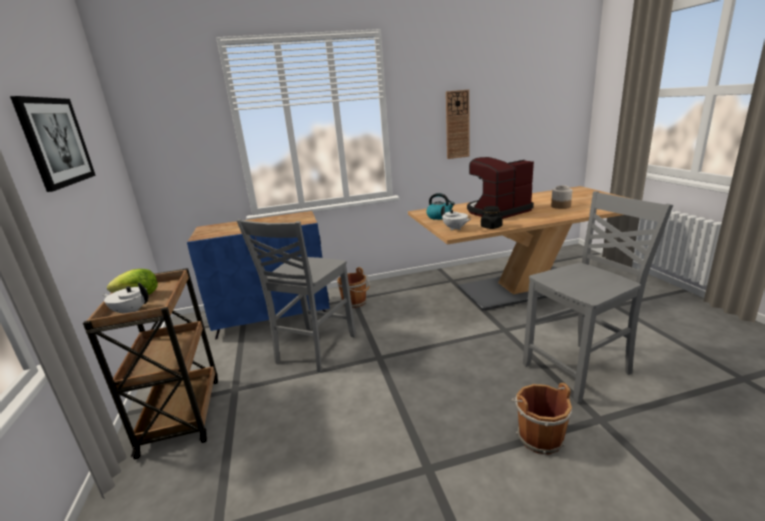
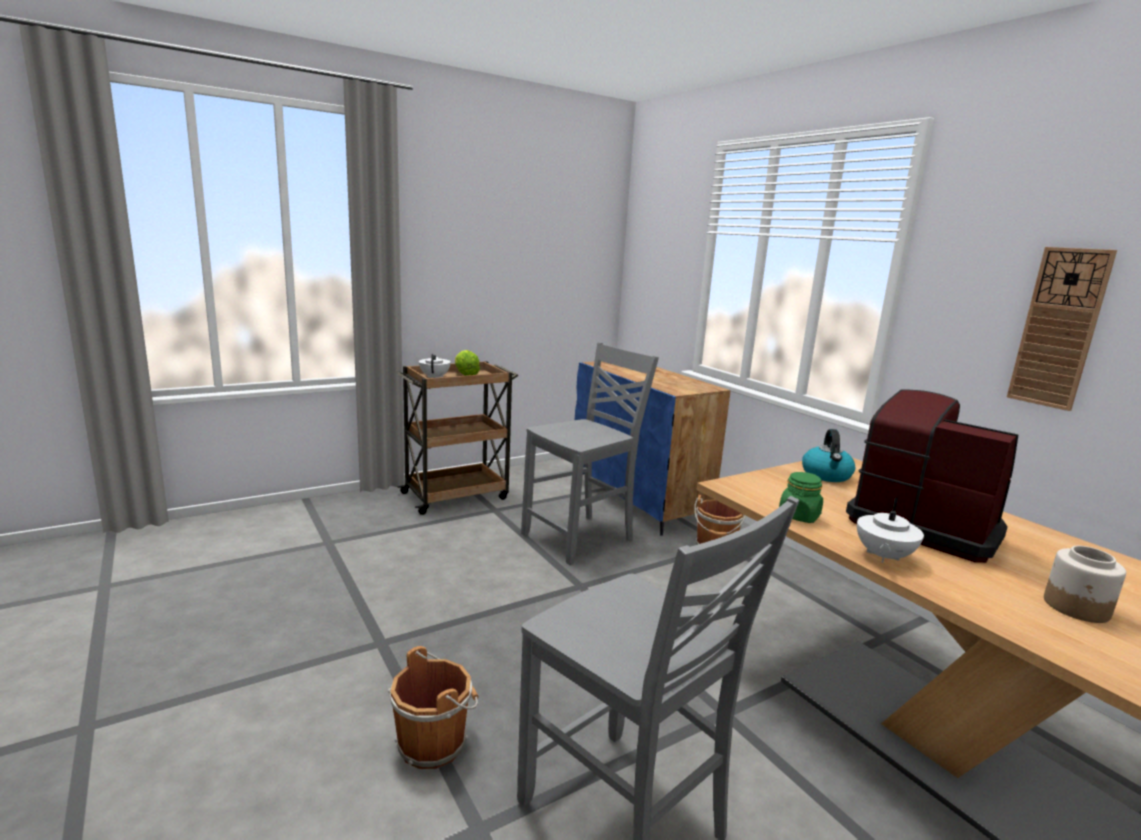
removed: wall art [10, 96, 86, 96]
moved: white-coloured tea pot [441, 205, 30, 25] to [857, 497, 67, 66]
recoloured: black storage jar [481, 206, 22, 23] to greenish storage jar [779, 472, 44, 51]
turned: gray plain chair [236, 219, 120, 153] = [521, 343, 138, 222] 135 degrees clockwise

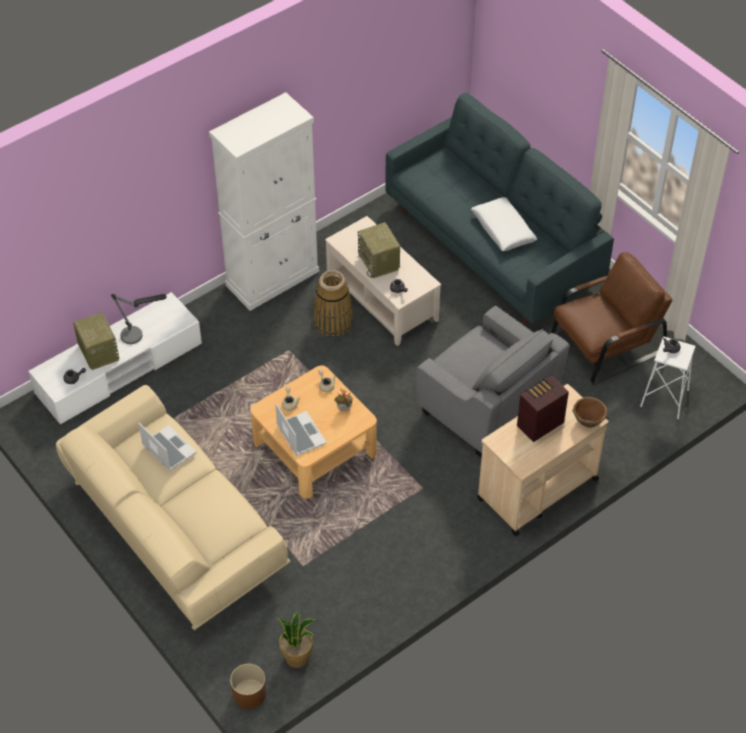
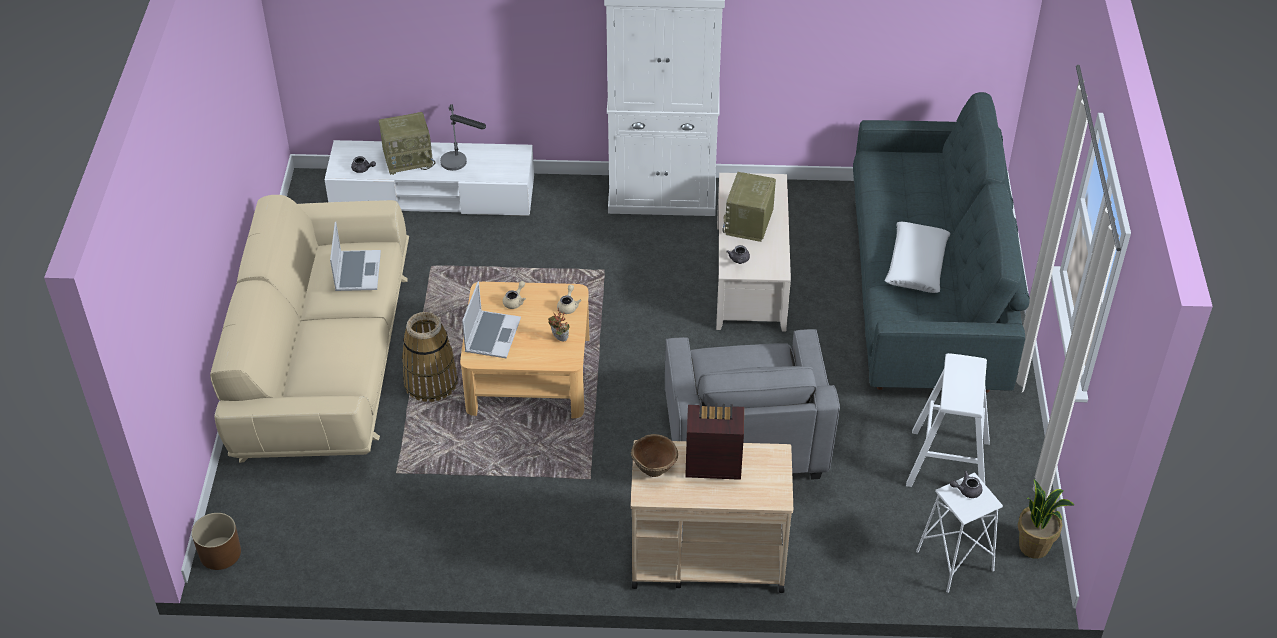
moved: basket [313, 270, 40, 67] to [402, 312, 56, 90]; brown-coloured bowl [572, 397, 35, 31] to [631, 434, 47, 43]; potted plant [277, 612, 39, 56] to [1018, 479, 56, 80]
replaced: brown-coloured easy chair [551, 252, 121, 132] to white-coloured sitting stool [906, 353, 84, 134]
turned: radio receiver [73, 312, 46, 58] = [379, 112, 56, 63] 60 degrees clockwise

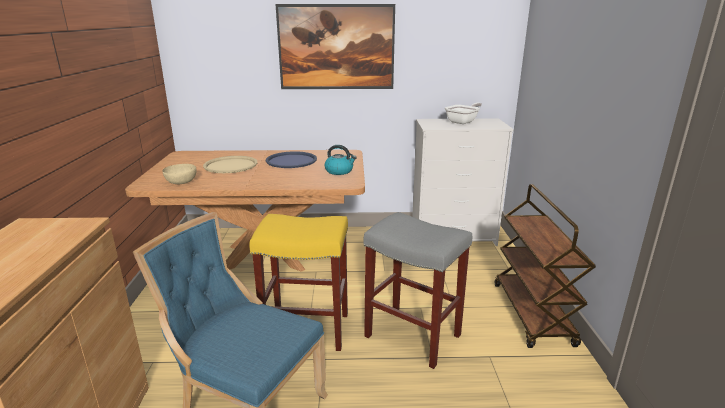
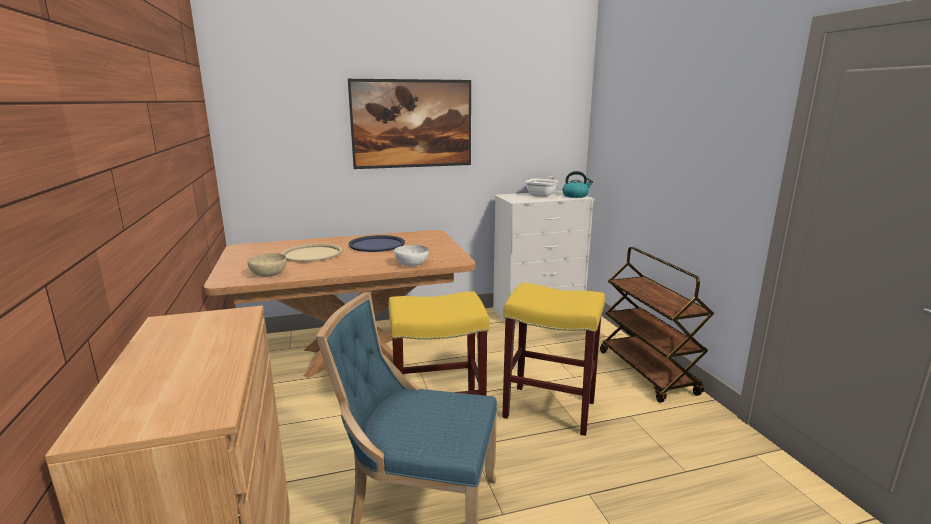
added: white-coloured bowl [394, 245, 35, 21]
moved: kettle [325, 145, 32, 30] to [562, 171, 31, 27]
recoloured: gray sitting stool [364, 212, 108, 157] to yellow-coloured sitting stool [502, 283, 103, 153]

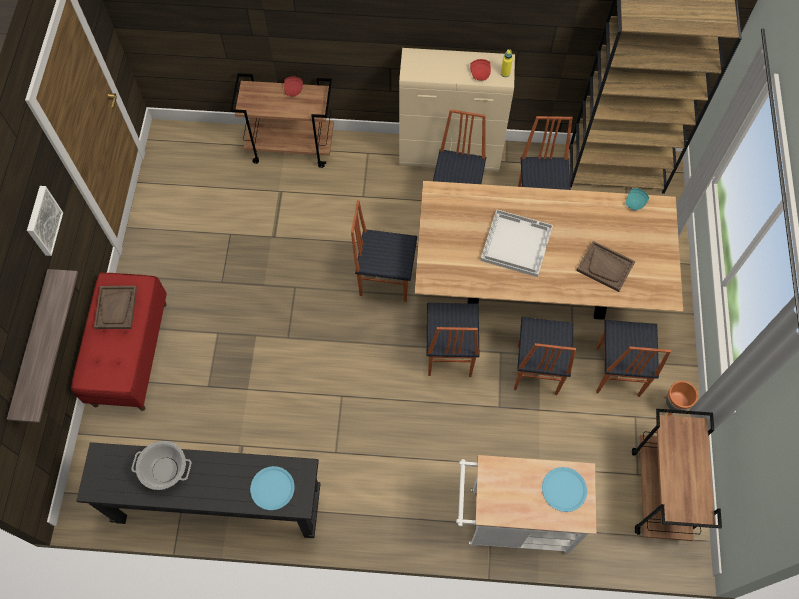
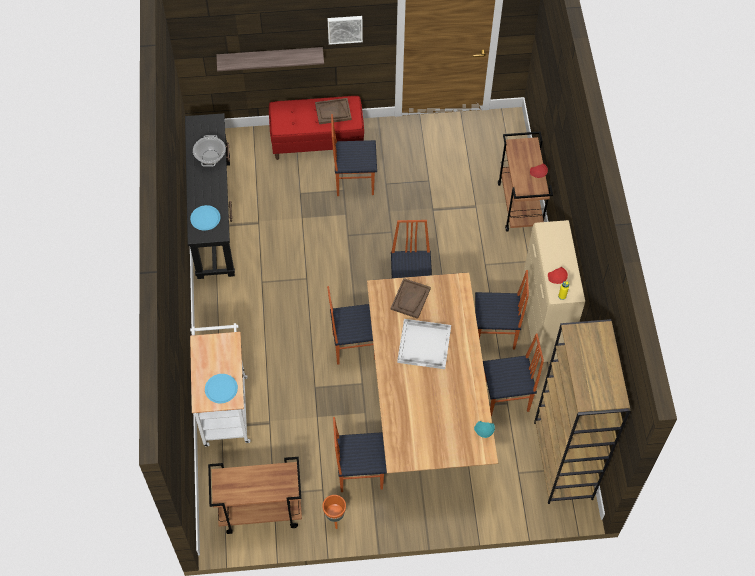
moved: plain chair [514, 317, 62, 78] to [331, 114, 46, 82]; brown-coloured tray [576, 241, 59, 51] to [391, 278, 40, 41]

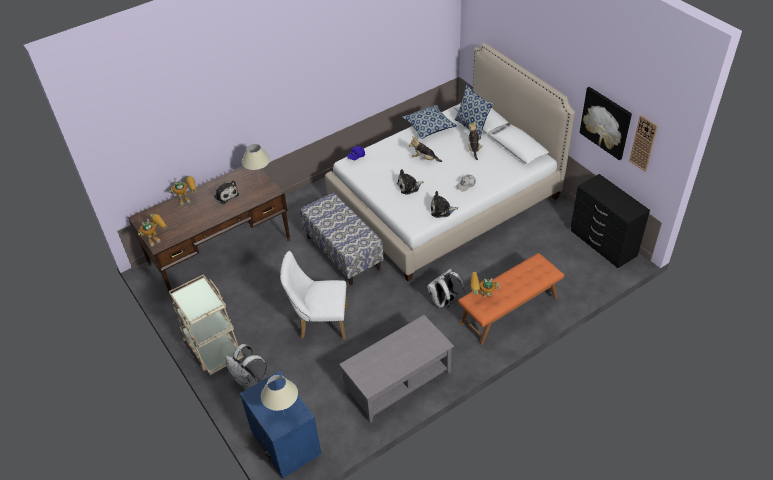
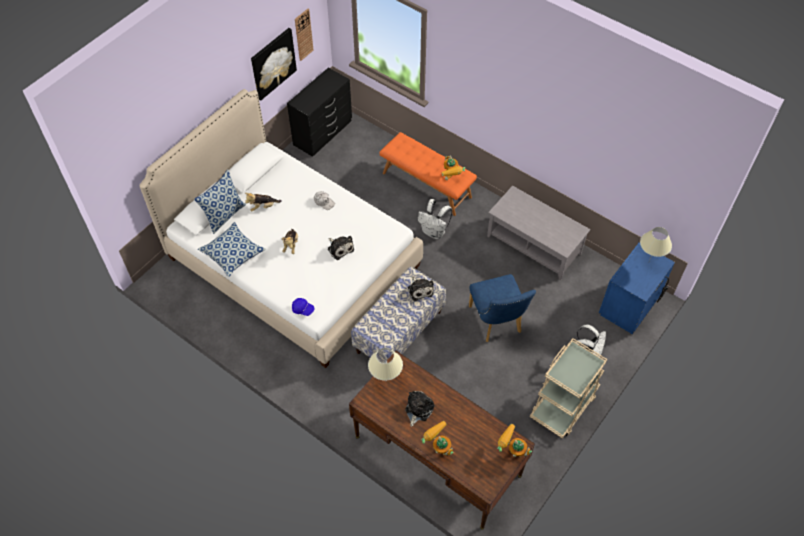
moved: cuddly toy [431, 191, 27, 27] to [408, 277, 26, 24]
recoloured: white-coloured plain chair [280, 251, 68, 89] to blue plain chair [469, 274, 67, 68]

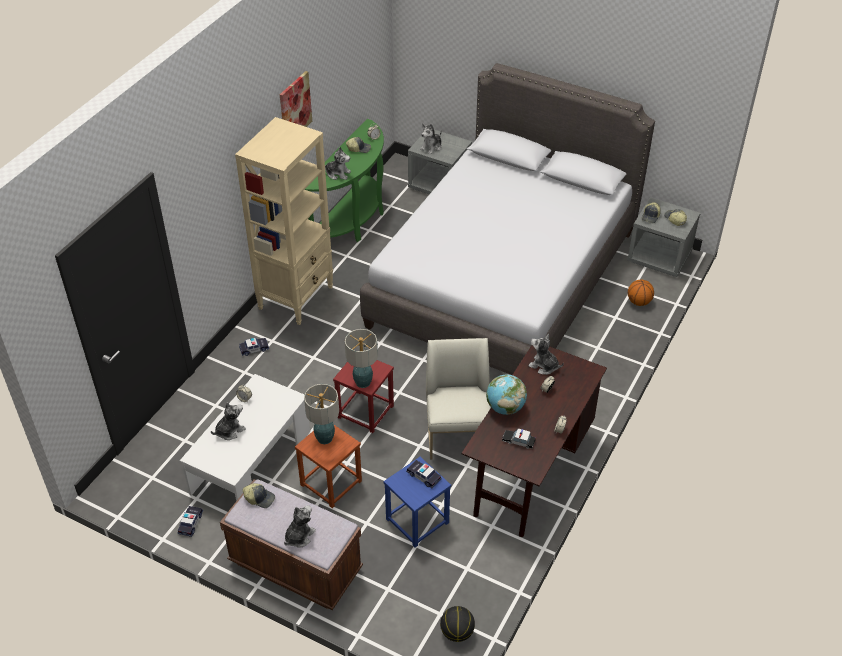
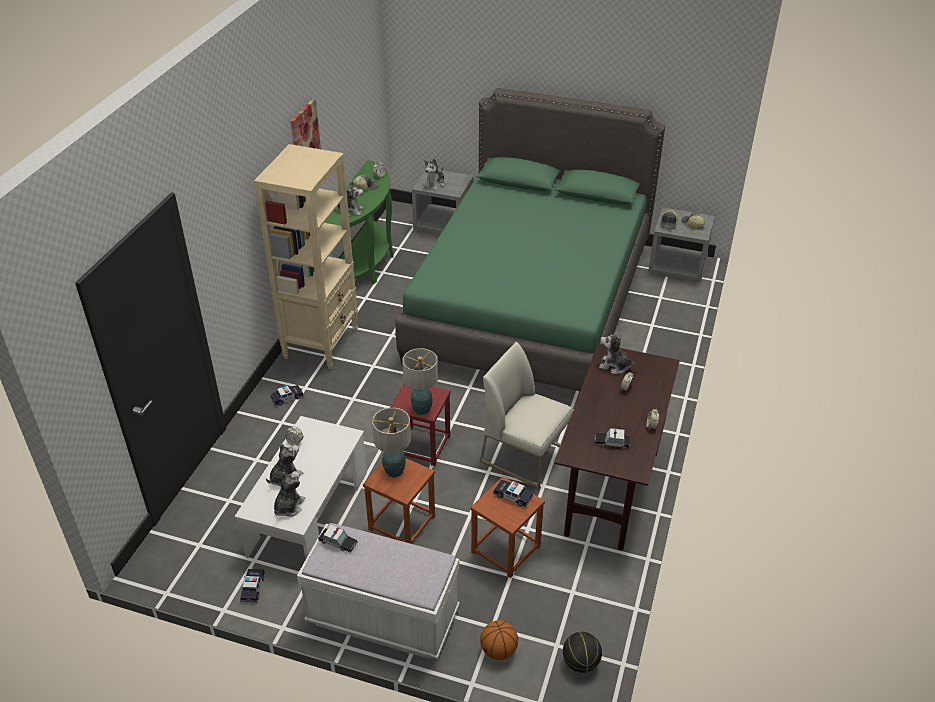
removed: desk globe [486, 374, 41, 41]
moved: cuddly toy [284, 505, 32, 43] to [274, 471, 31, 46]; basketball [628, 280, 26, 26] to [480, 620, 38, 40]
replaced: cap [243, 483, 32, 25] to model car [318, 525, 40, 28]
recoloured: brown-coloured indoor bench [220, 479, 143, 131] to white-coloured indoor bench [297, 523, 163, 136]; gray bed [360, 63, 295, 312] to greenish bed [395, 88, 270, 303]; blue sitting stool [384, 457, 67, 90] to brown-coloured sitting stool [470, 476, 75, 102]
turned: white-coloured plain chair [426, 338, 65, 122] = [480, 342, 93, 147] 45 degrees counterclockwise

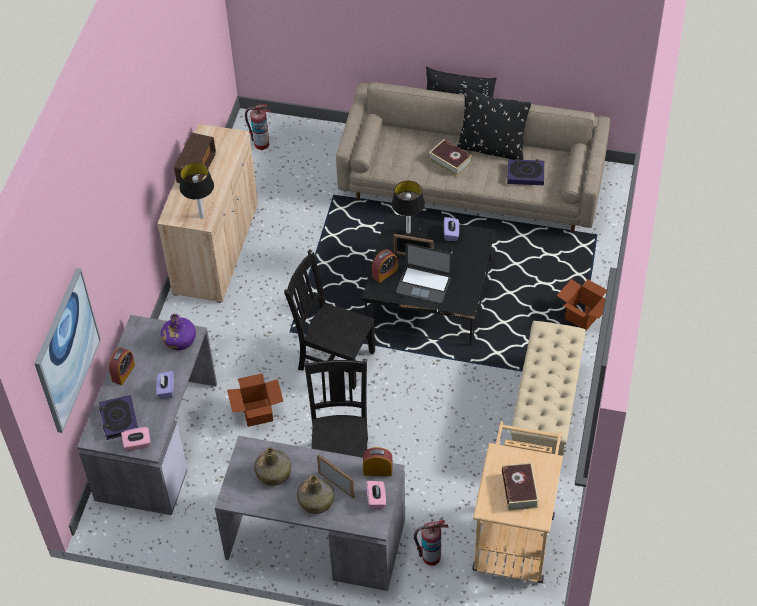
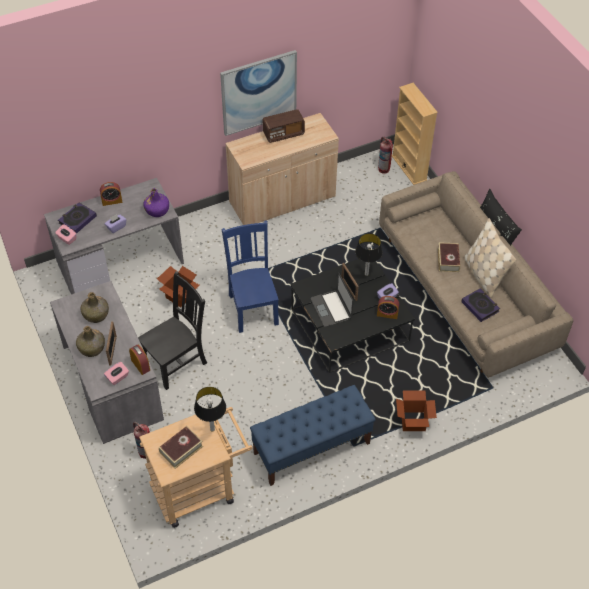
added: sand-coloured bookshelf [392, 83, 46, 102]
moved: table lamp [180, 162, 34, 56] to [194, 387, 32, 44]; wall art [34, 268, 67, 165] to [220, 50, 77, 86]; bedside clock [372, 249, 26, 34] to [377, 296, 22, 23]
recoloured: black plain chair [284, 249, 91, 141] to blue plain chair [222, 221, 57, 112]; sand-coloured indoor bench [511, 321, 75, 135] to blue indoor bench [250, 385, 126, 101]; black throw pillow [457, 89, 74, 71] to sand-coloured throw pillow [464, 218, 52, 80]

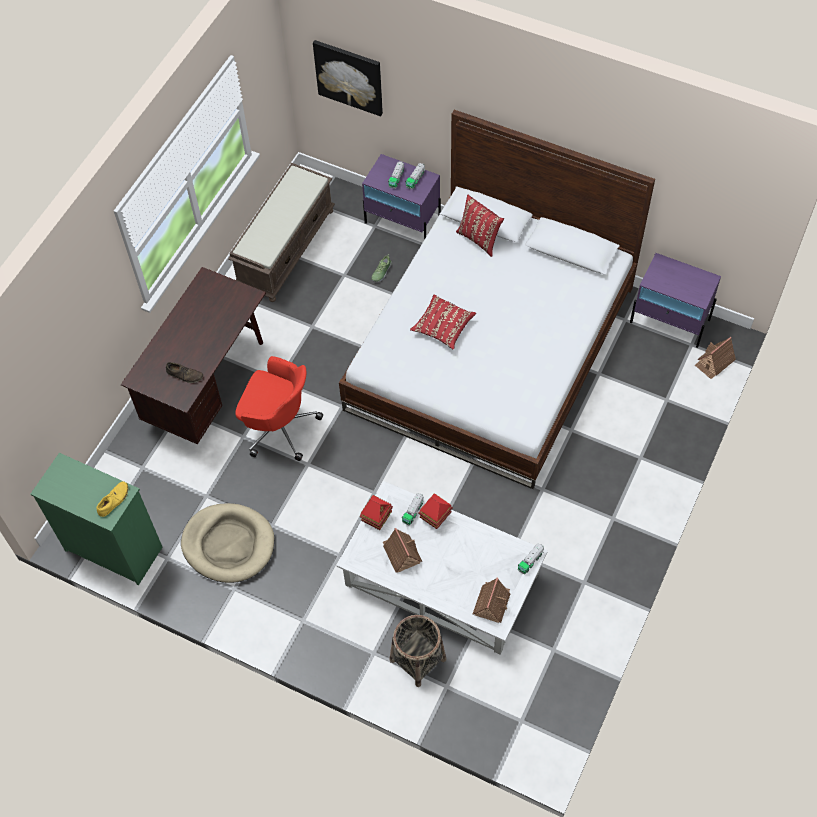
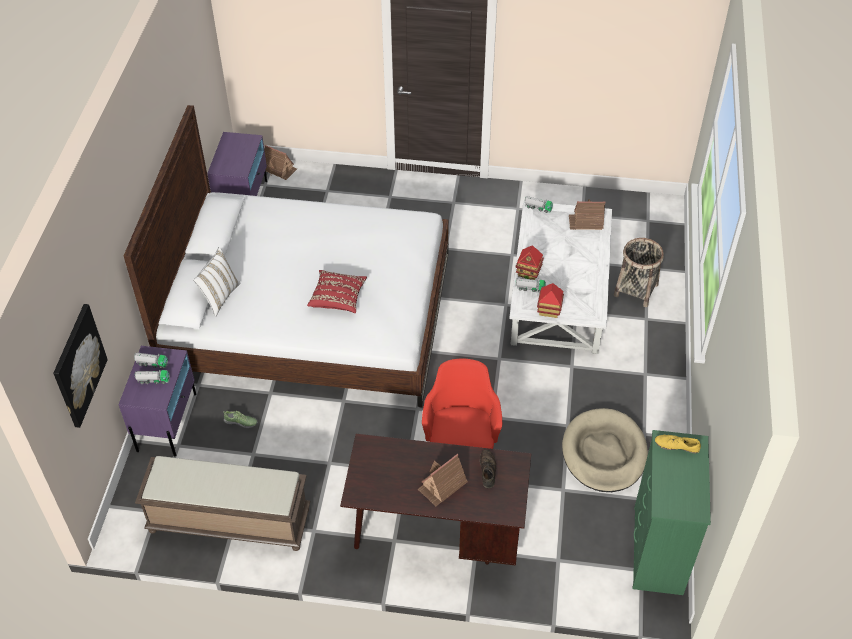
moved: miniature house [383, 528, 39, 45] to [418, 454, 50, 52]
recoloured: red-coloured throw pillow [456, 195, 48, 62] to white-coloured throw pillow [193, 247, 48, 70]

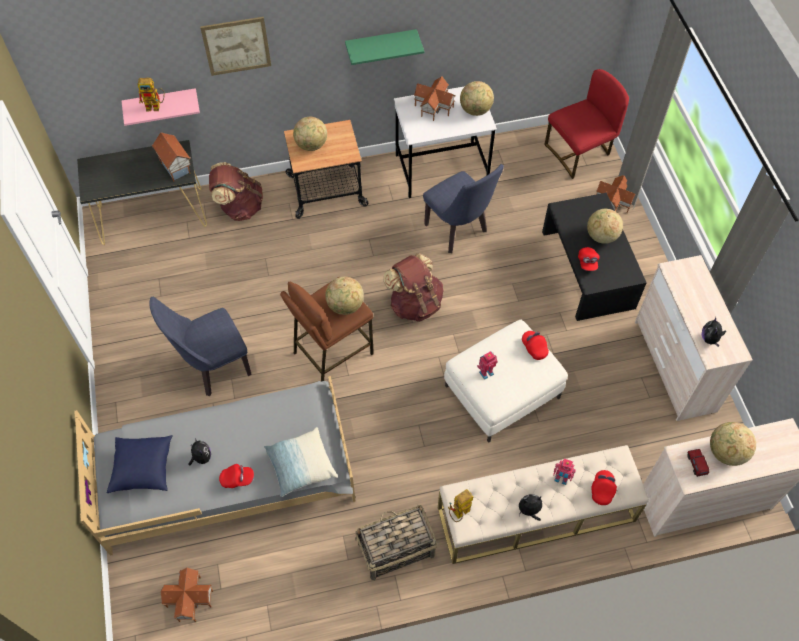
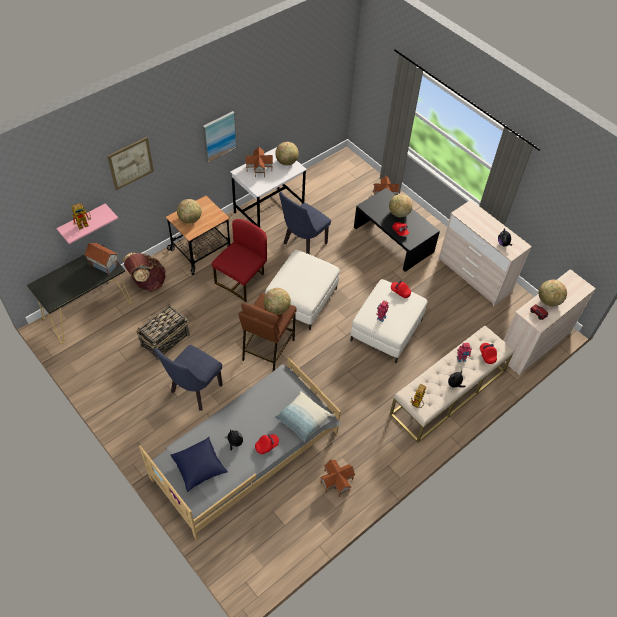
moved: basket [355, 505, 82, 75] to [137, 304, 53, 56]; red-coloured plain chair [544, 69, 85, 110] to [212, 219, 55, 83]; miniature house [161, 568, 52, 54] to [321, 459, 34, 38]
replaced: greenish bracket shelf [345, 29, 79, 36] to wall art [203, 111, 34, 52]; brown-coloured knapsack [384, 253, 60, 69] to white-coloured ottoman [265, 250, 75, 80]
turned: blue plain chair [423, 164, 81, 89] = [279, 192, 52, 62] 105 degrees clockwise

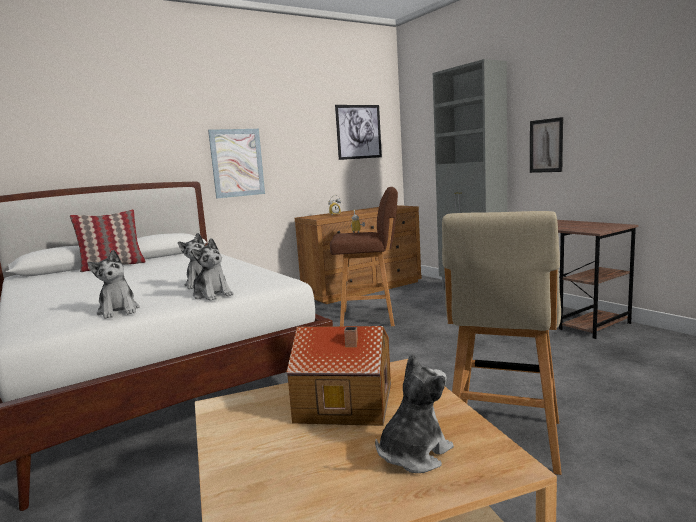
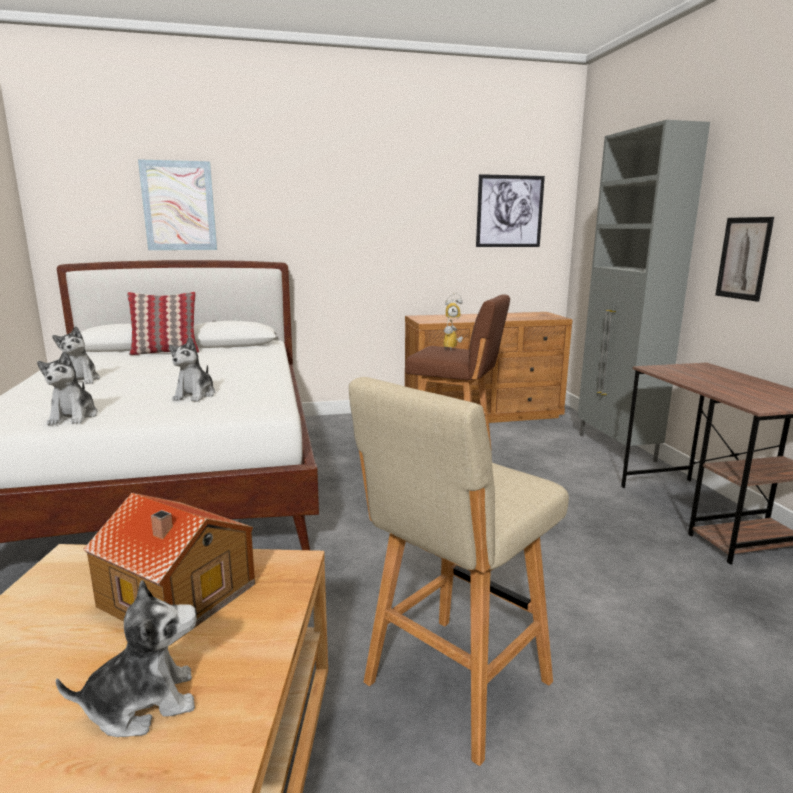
moved: cuddly toy [191, 238, 43, 63] to [52, 326, 48, 58]; wall art [208, 129, 57, 69] to [138, 159, 79, 91]

